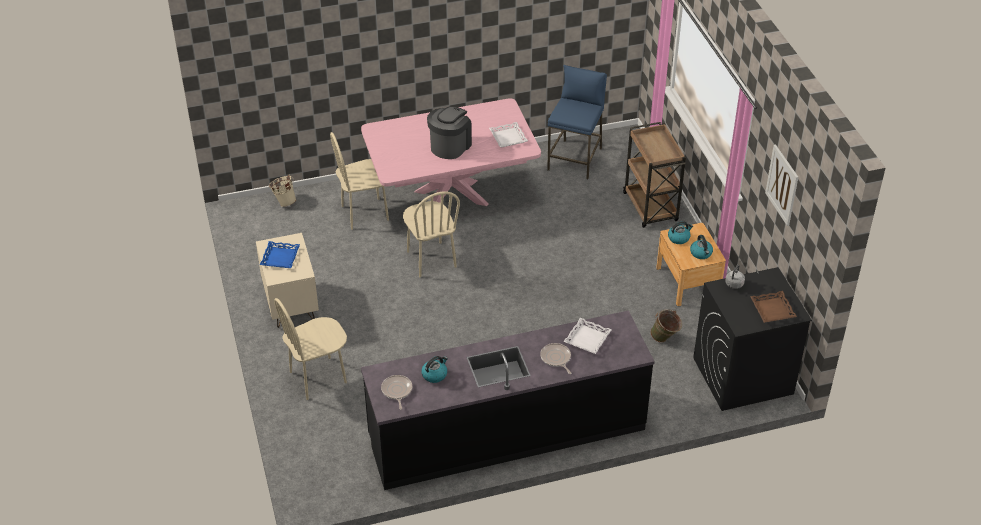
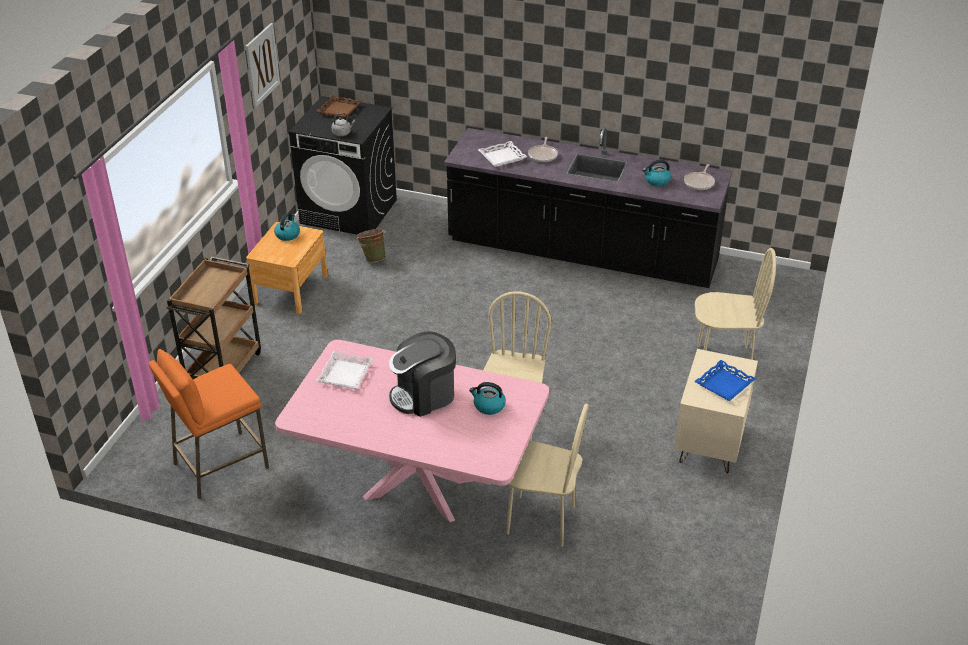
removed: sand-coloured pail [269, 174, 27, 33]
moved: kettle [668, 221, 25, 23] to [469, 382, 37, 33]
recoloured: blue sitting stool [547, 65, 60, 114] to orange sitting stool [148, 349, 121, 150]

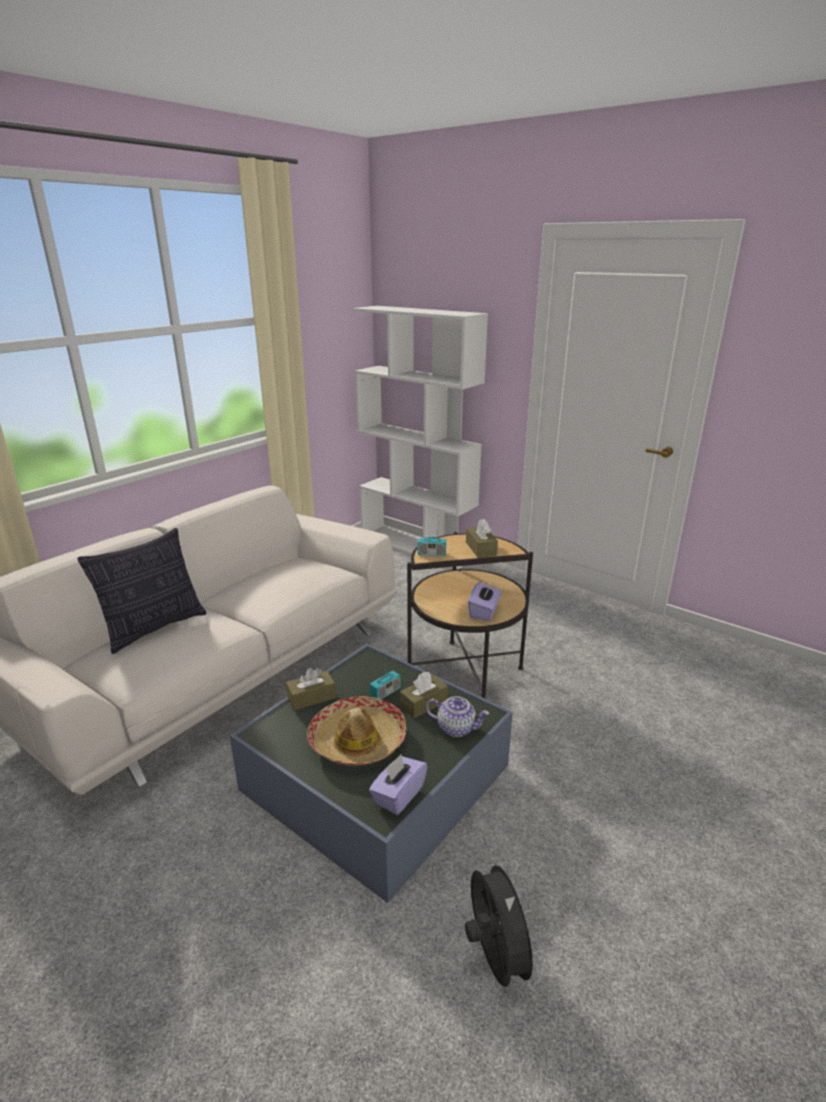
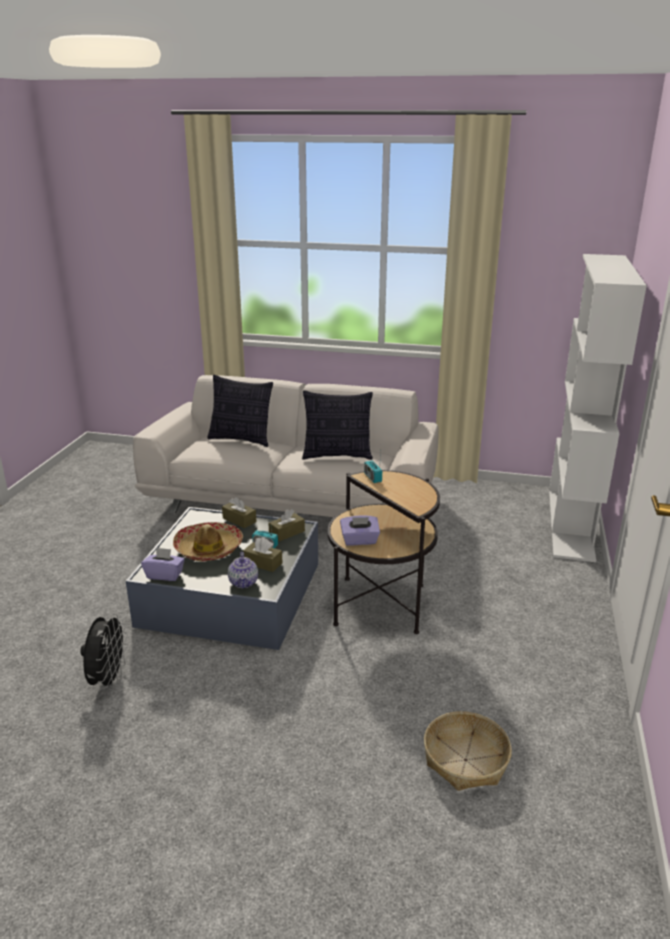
added: throw pillow [302, 390, 71, 70]; basket [424, 711, 88, 80]
moved: brown-coloured tissue box [466, 519, 32, 39] to [268, 509, 37, 32]
turned: black electric fan [465, 858, 77, 131] = [80, 613, 48, 77] 45 degrees counterclockwise

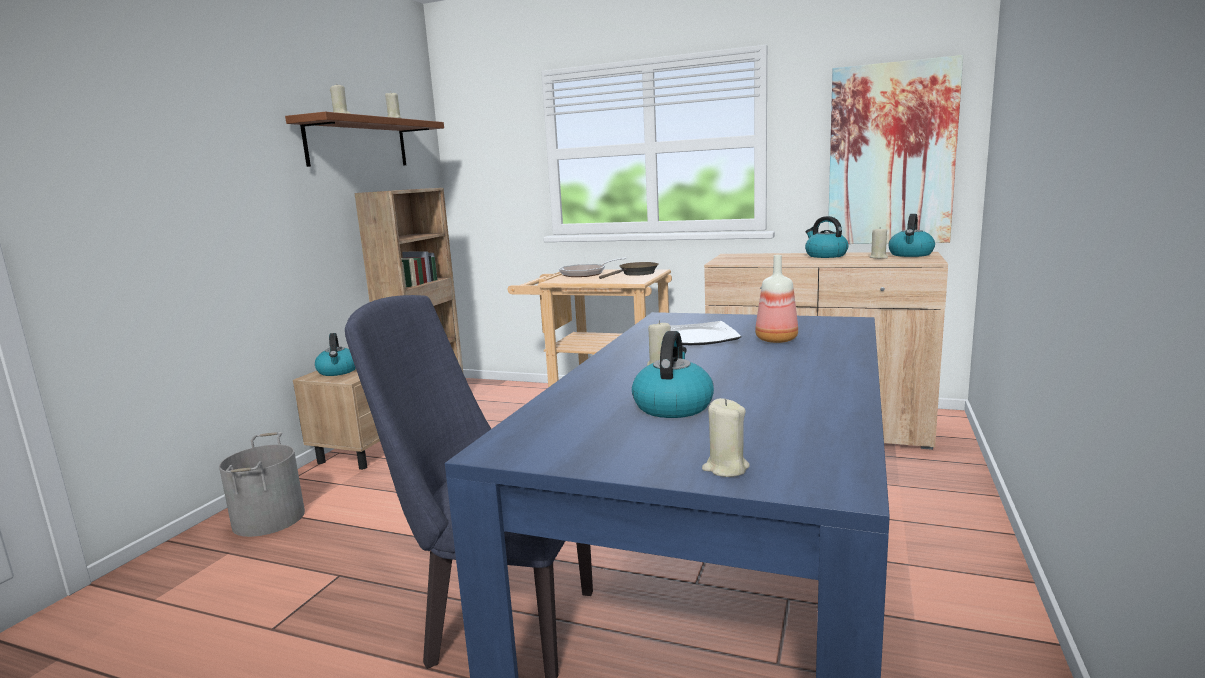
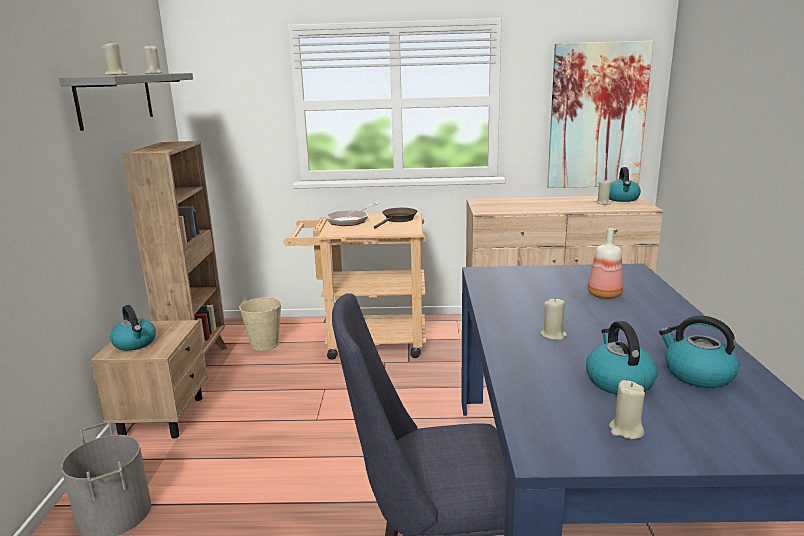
removed: plate [670, 321, 71, 24]
added: sand-coloured pail [239, 297, 42, 54]
moved: sand-coloured wax candle [702, 398, 48, 79] to [609, 380, 36, 59]; kettle [805, 216, 44, 42] to [659, 316, 80, 72]
recoloured: brown-coloured bracket shelf [285, 112, 159, 55] to gray bracket shelf [59, 73, 134, 58]

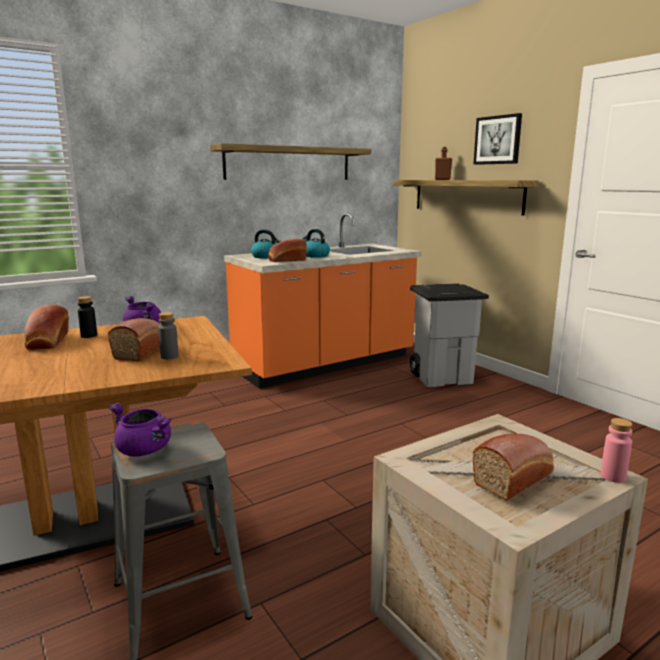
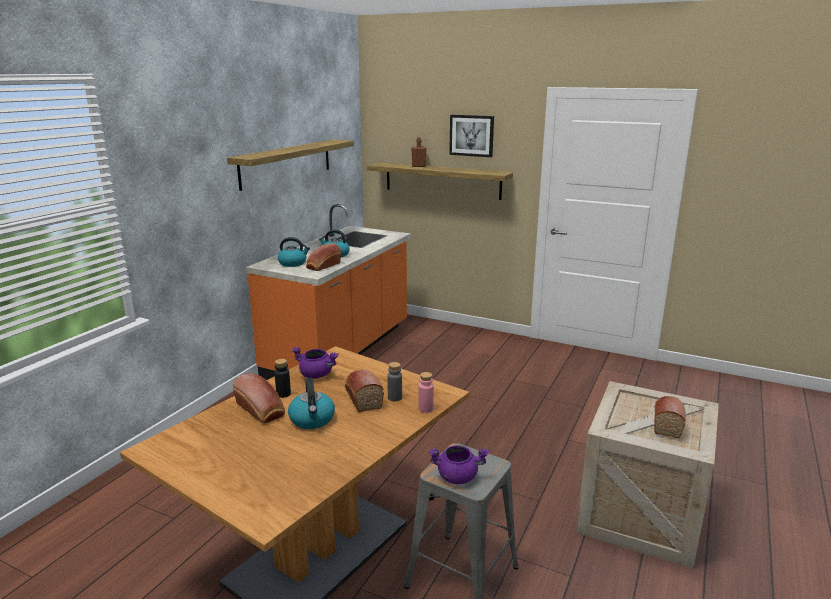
removed: gray rubbish bin [410, 283, 79, 104]
added: kettle [288, 378, 47, 51]
moved: pink-coloured bottle [601, 418, 32, 65] to [418, 372, 16, 41]

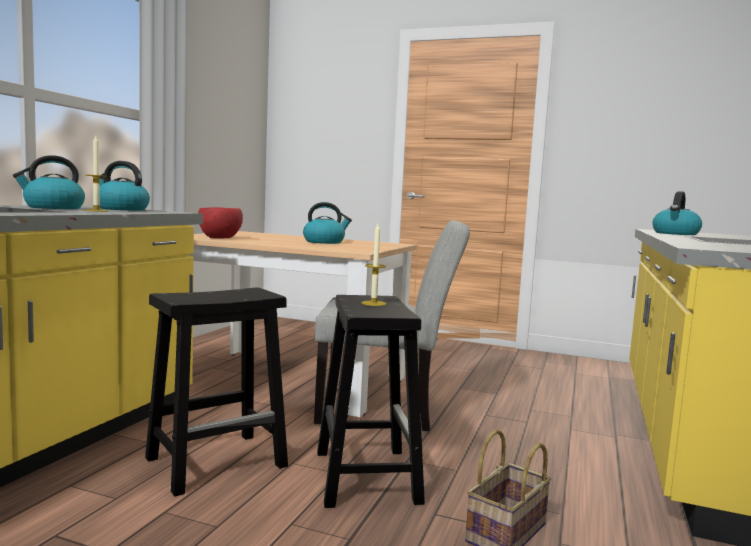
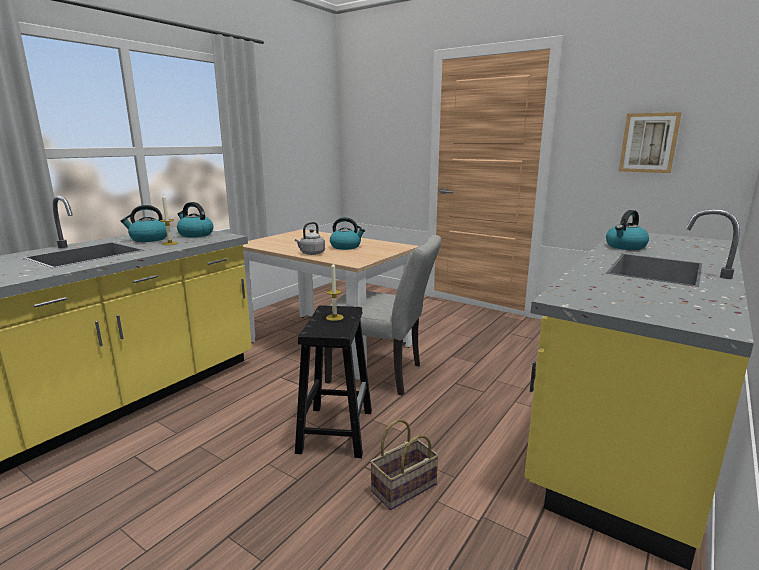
removed: black sitting stool [145, 288, 143, 209]; red-coloured bowl [198, 207, 45, 31]
added: gray kettle [295, 222, 30, 33]; wall art [619, 112, 63, 61]

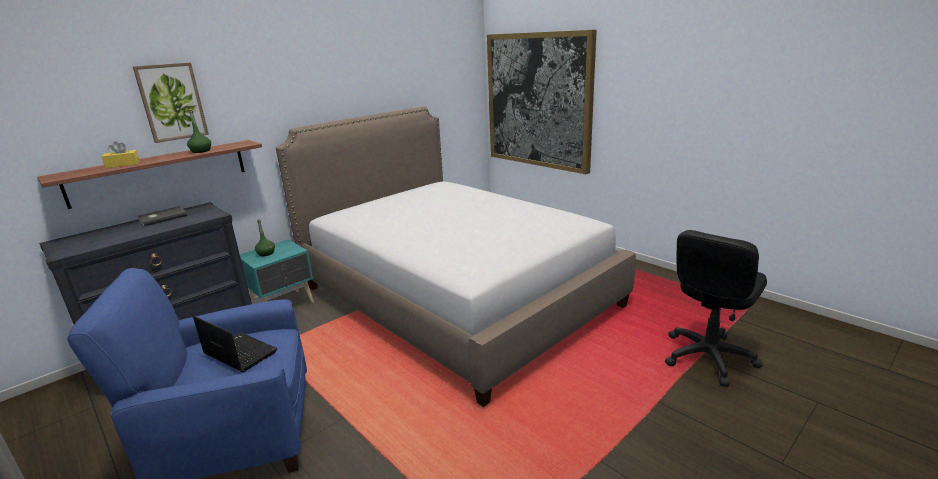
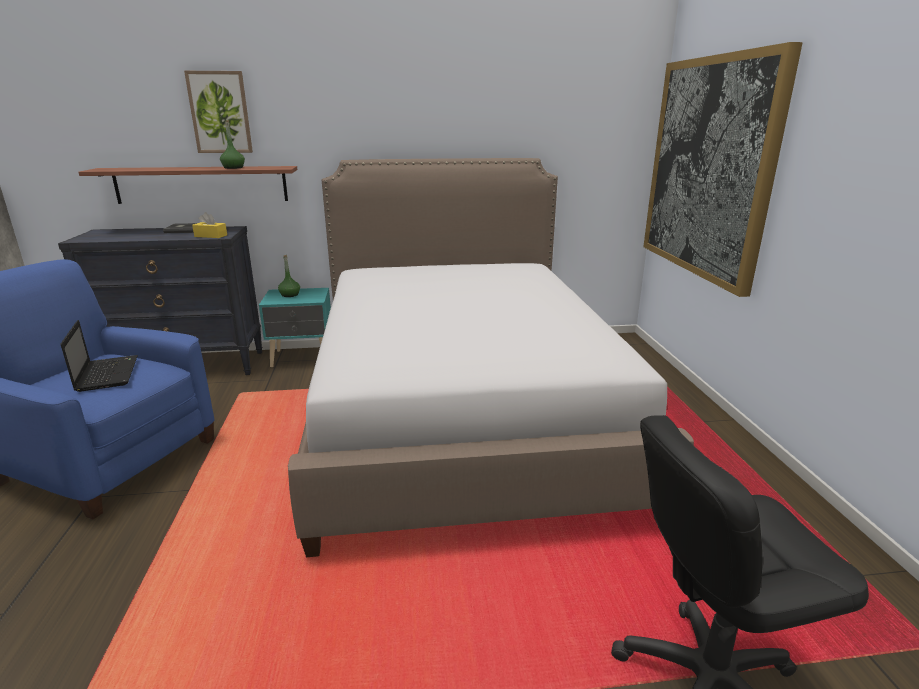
moved: yellow-coloured tissue box [101, 141, 39, 27] to [192, 212, 35, 26]

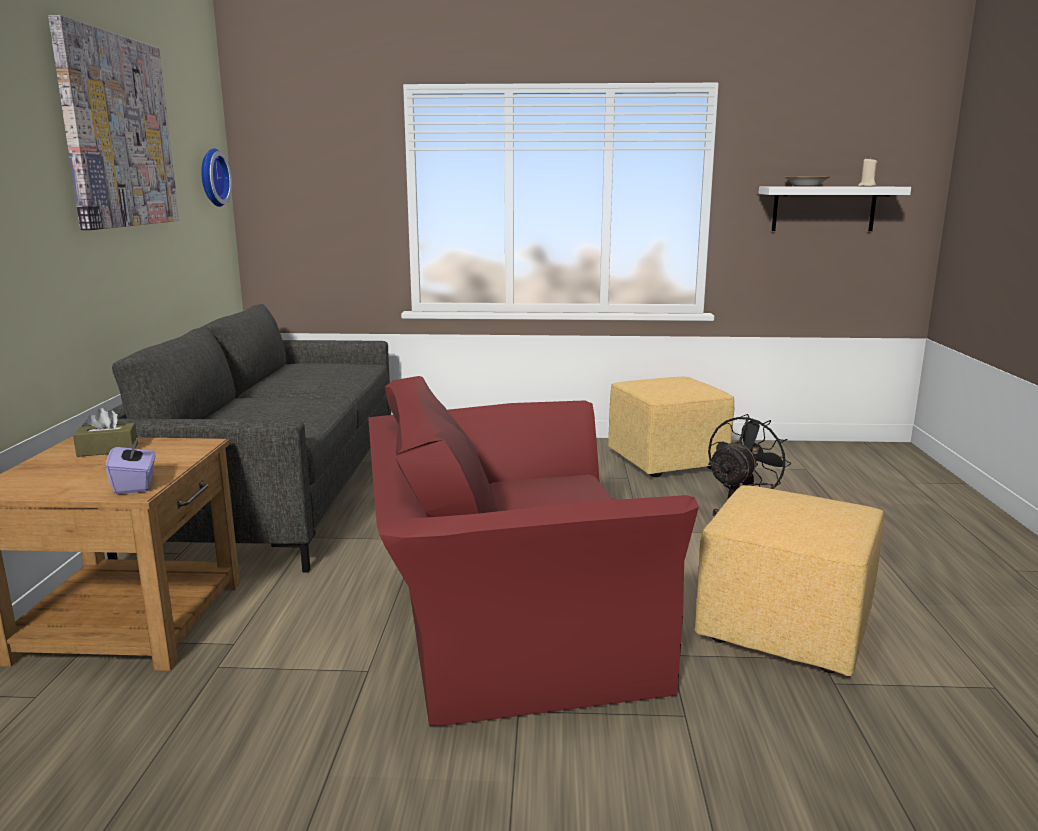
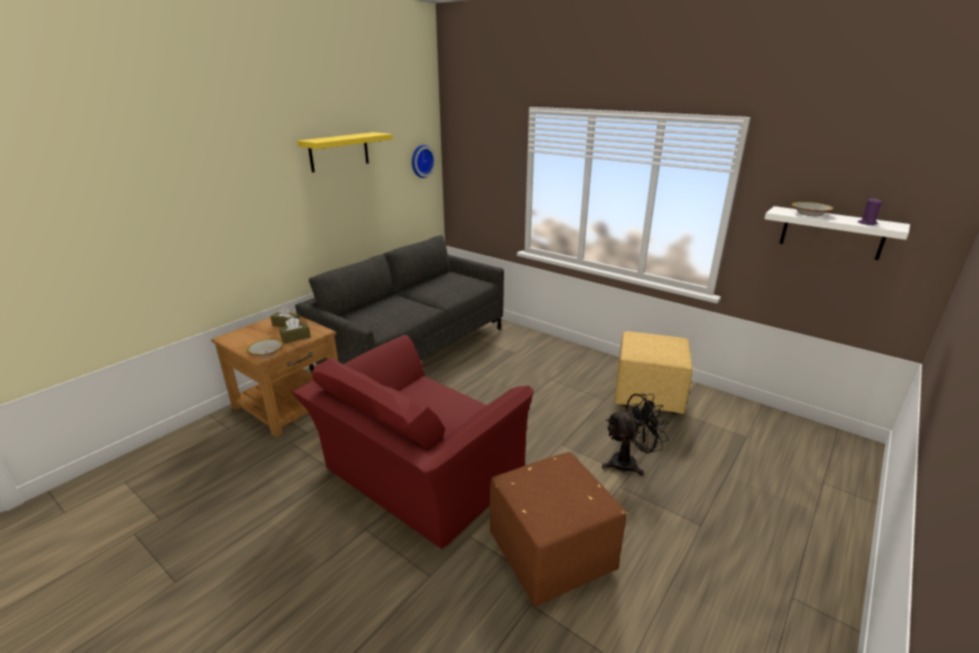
added: brown-coloured tissue box [279, 317, 32, 27]
replaced: purple tissue box [106, 436, 50, 59] to bowl [247, 339, 37, 18]; wall art [48, 15, 131, 215] to yellow-coloured bracket shelf [297, 132, 96, 41]
recoloured: yellow-coloured ottoman [695, 485, 189, 191] to brown-coloured ottoman [490, 452, 137, 155]; sand-coloured wax candle [858, 157, 19, 29] to purple wax candle [858, 198, 24, 27]
turned: red-coloured easy chair [368, 376, 331, 350] = [292, 335, 242, 214] 75 degrees counterclockwise

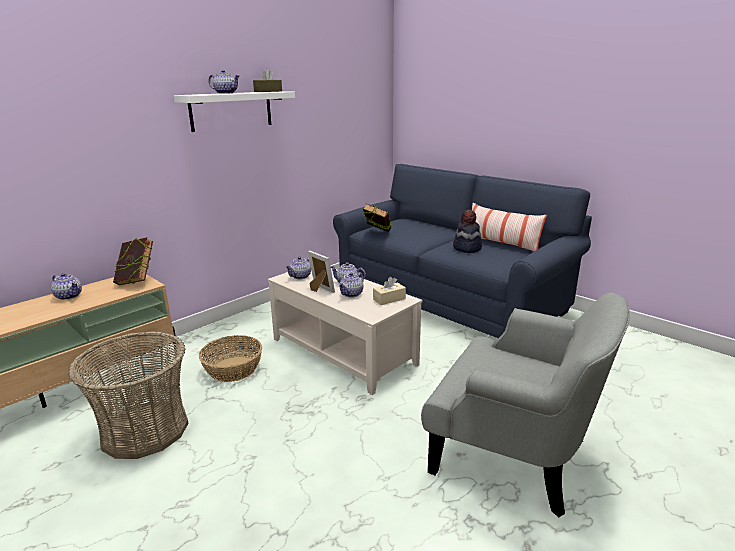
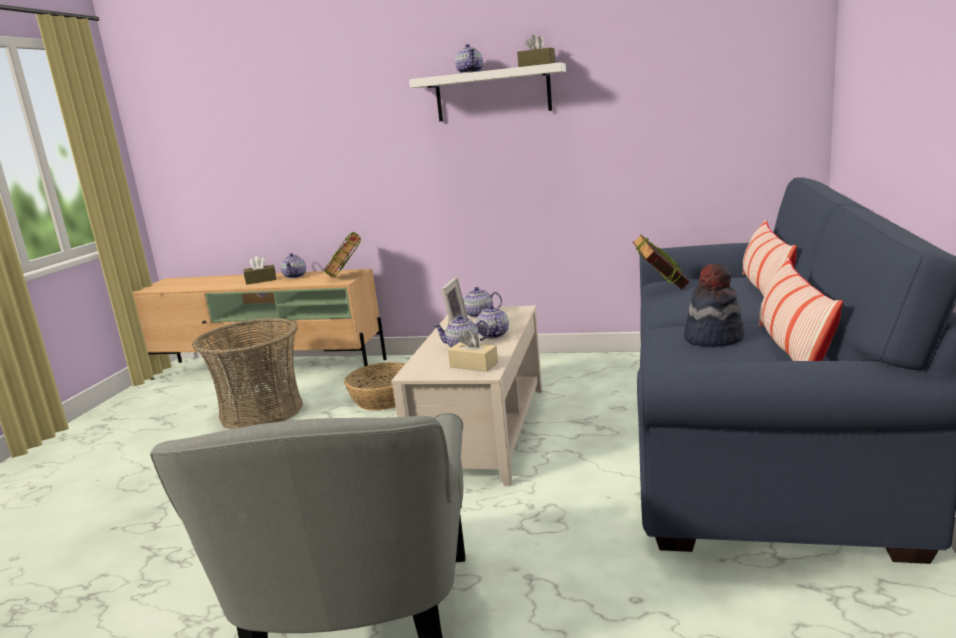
added: brown-coloured tissue box [244, 256, 32, 29]; throw pillow [743, 220, 54, 77]

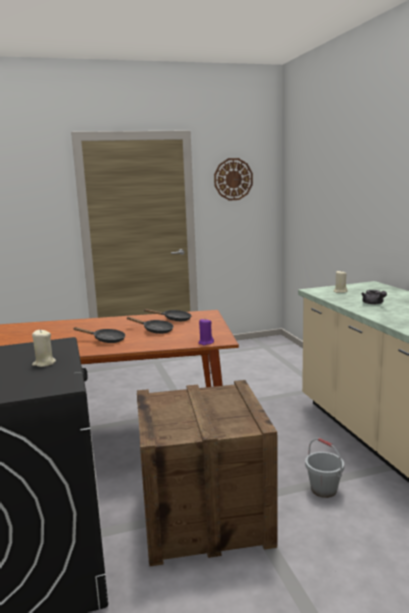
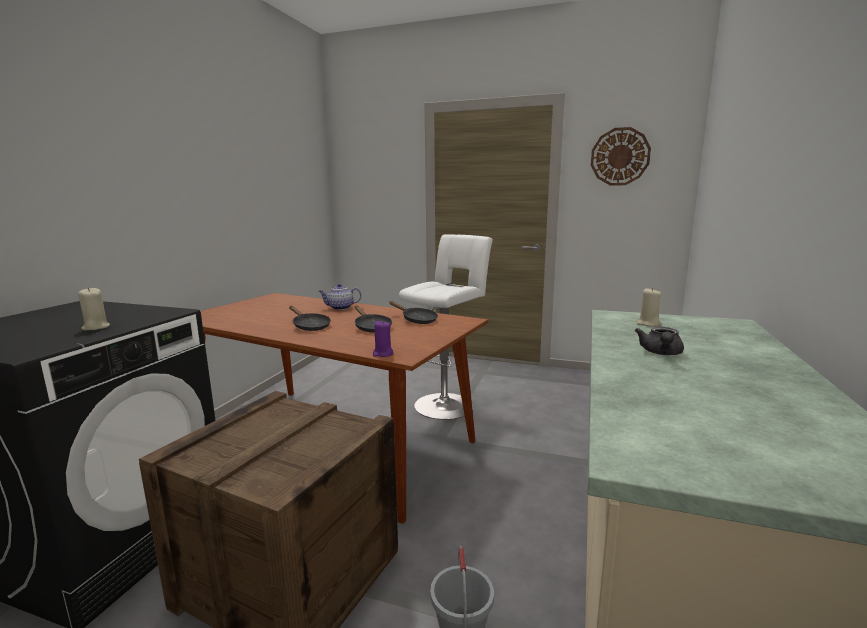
added: tea pot [318, 284, 44, 26]; white-coloured sitting stool [399, 234, 94, 186]

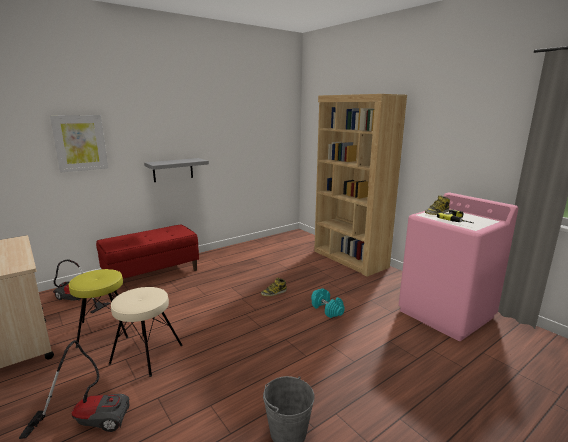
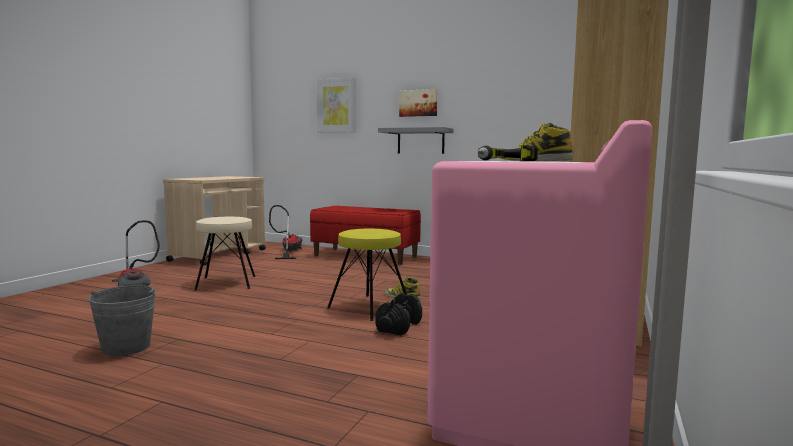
added: wall art [399, 89, 38, 28]
moved: yellow-coloured sitting stool [69, 269, 59, 79] to [327, 229, 80, 92]
recoloured: turquoise-coloured dumbbell [311, 288, 34, 30] to black dumbbell [375, 293, 47, 42]

